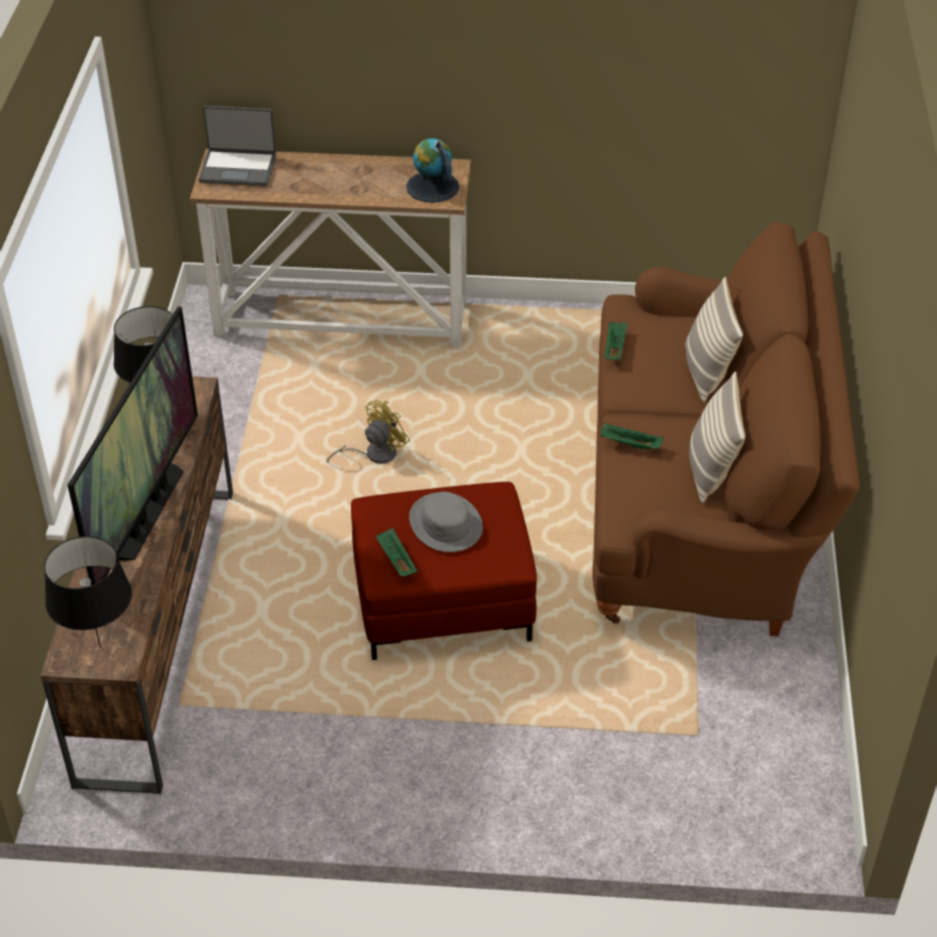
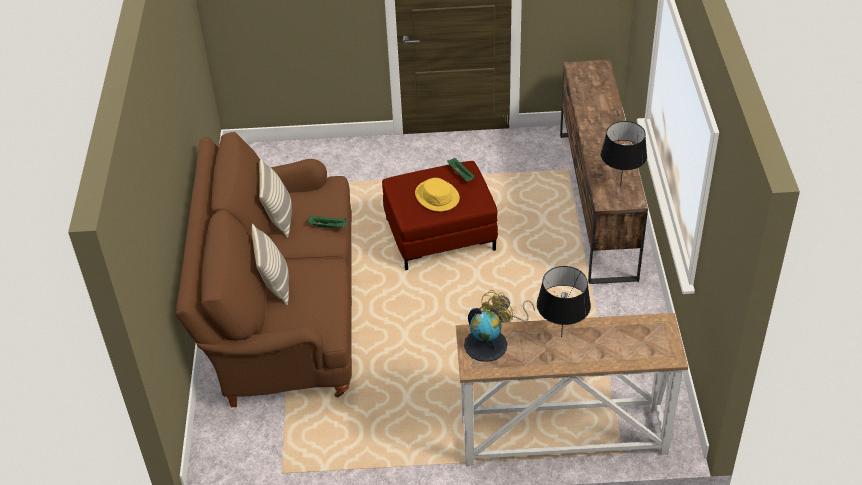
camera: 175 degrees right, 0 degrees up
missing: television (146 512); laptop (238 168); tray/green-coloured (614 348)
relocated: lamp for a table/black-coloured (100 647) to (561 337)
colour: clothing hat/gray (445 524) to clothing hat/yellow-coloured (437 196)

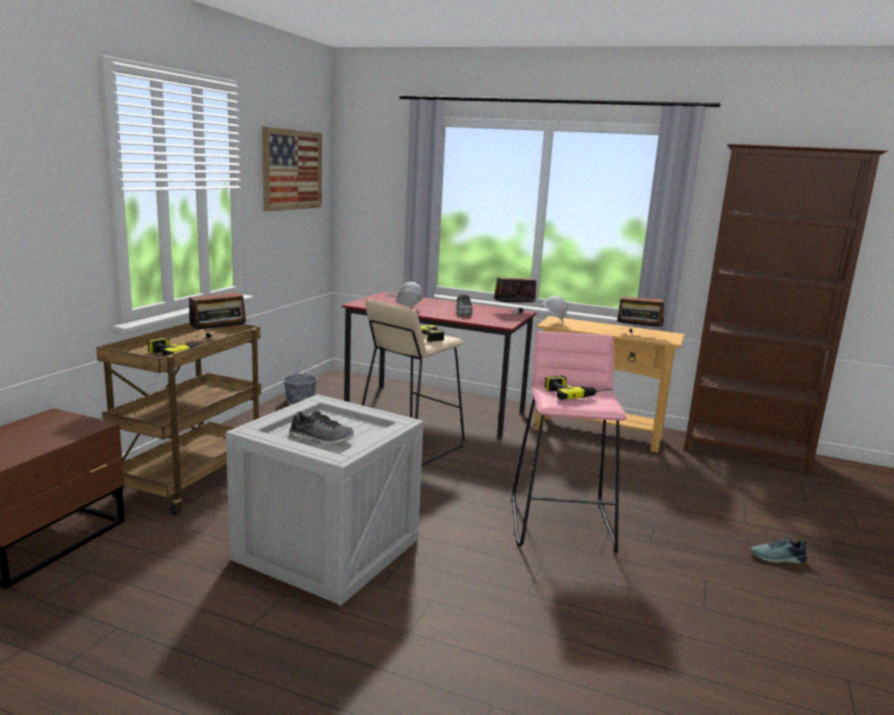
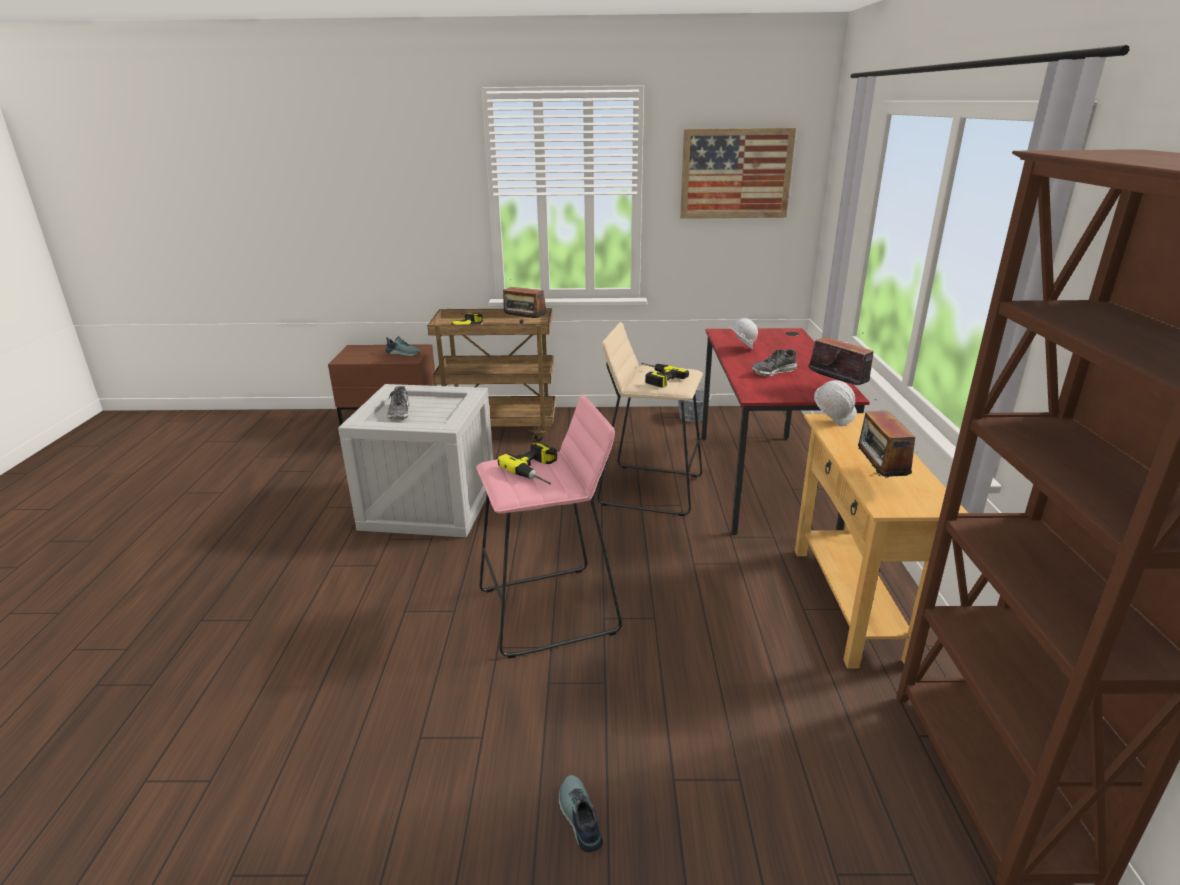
camera: 70 degrees right, 10 degrees up
appeared: low shoe (404 353)

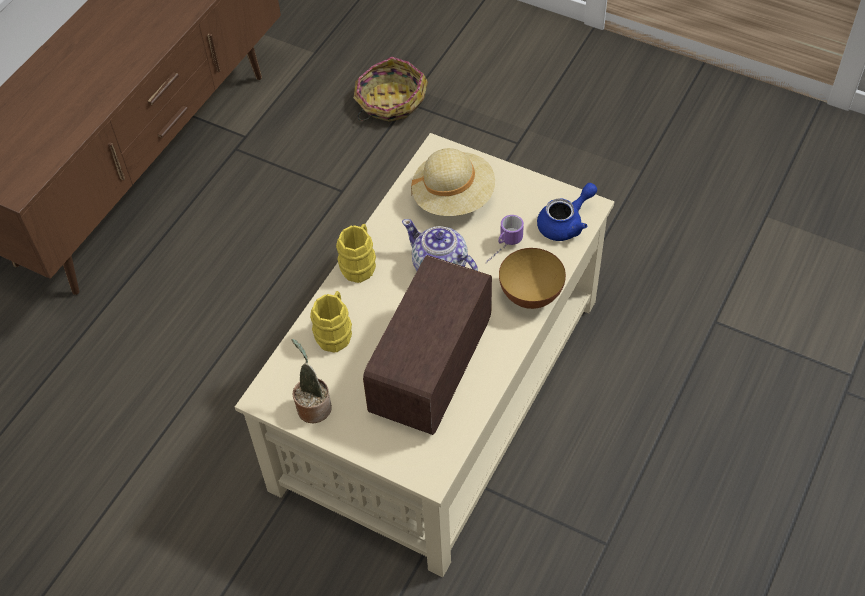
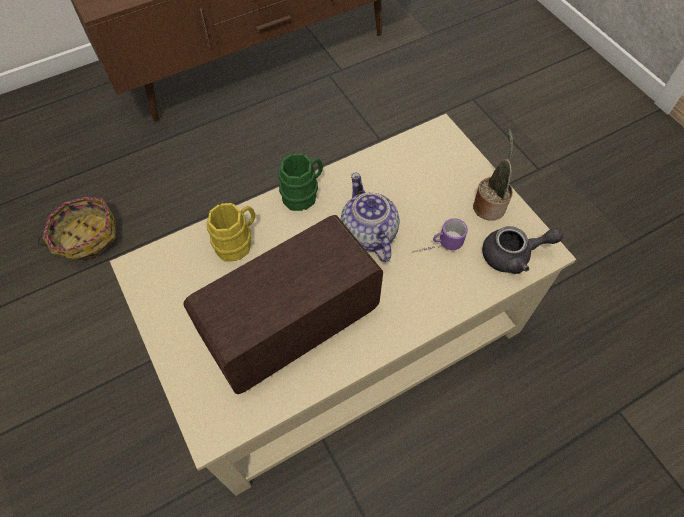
camera: 30 degrees right, 5 degrees up
missing: clothing hat/beige-coloured (453 197); serving bowl (530 296)
relocated: plant in a pot (313 406) to (489 205); storage basket (389 101) to (85 236)
colour: tea mug/yellow-coloured (359 263) to tea mug/green-coloured (303 193); tea pot/blue-coloured (565 223) to tea pot/gray (513 255)

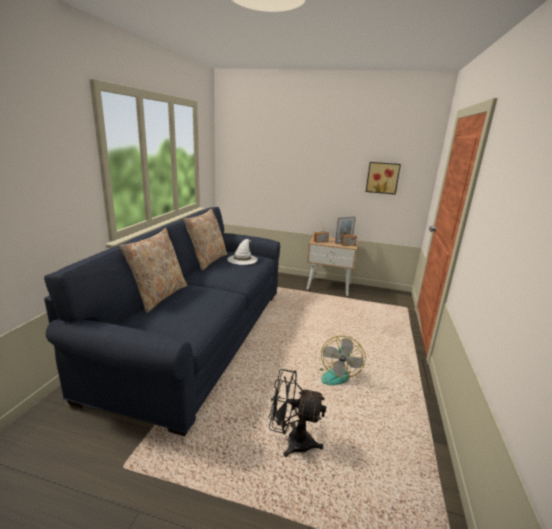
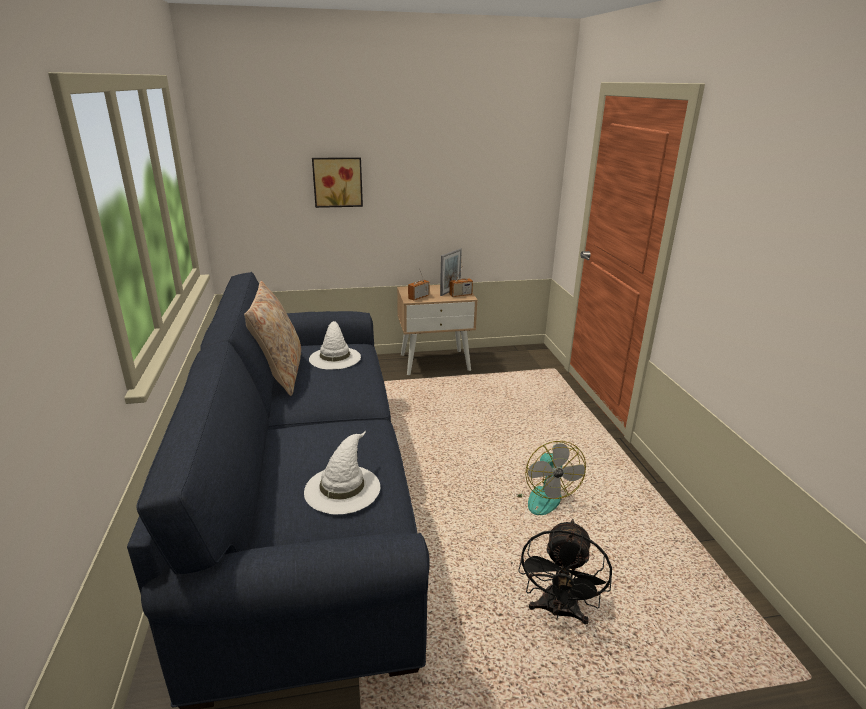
camera: 25 degrees left, 5 degrees up
missing: cushion/beige-coloured (159 296)
appeared: clothing hat/white (342 488)
relocated: wall picture (382 178) to (337 182)
spun: electric fan/black-coloured (292 441) = (558 612) 60 degrees counterclockwise

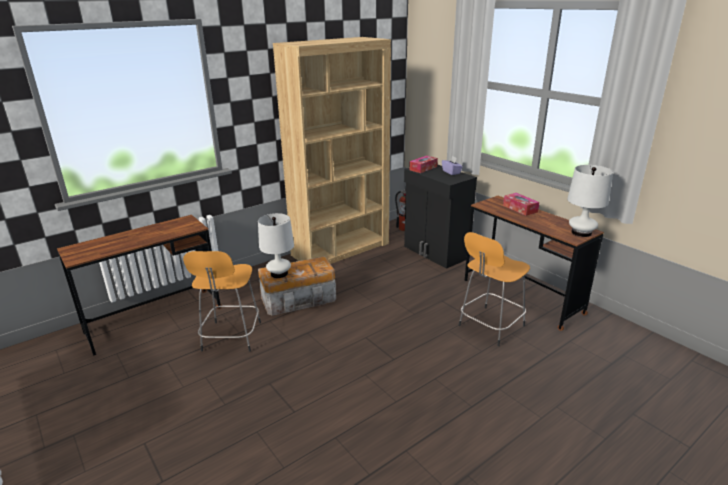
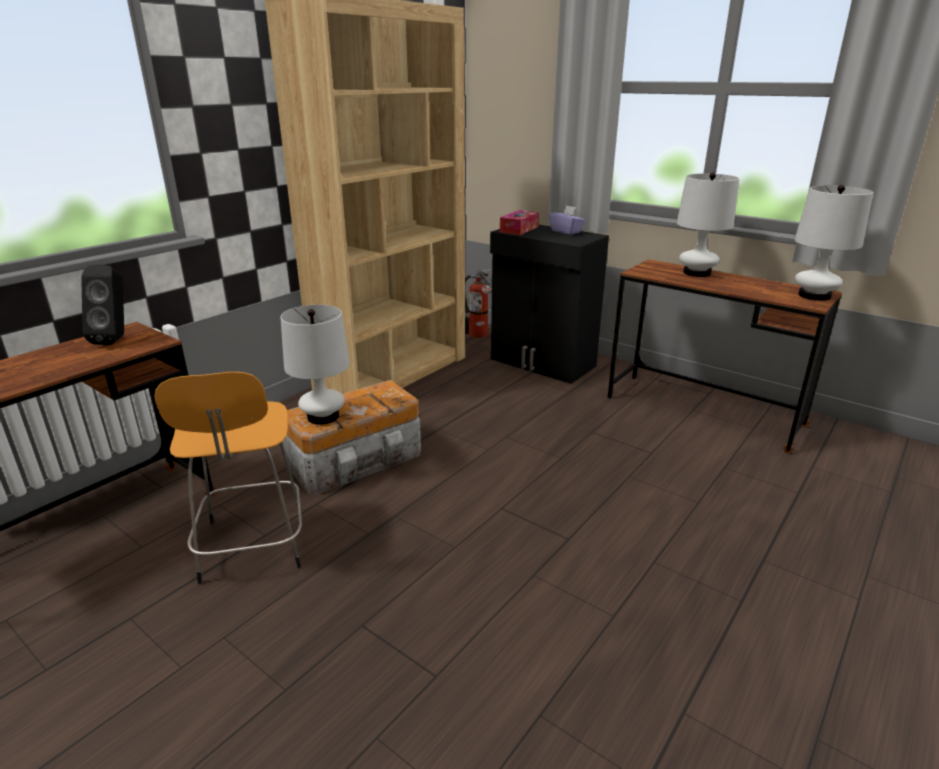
camera: 15 degrees left, 0 degrees up
missing: stool/orange-coloured (490 326)
appeared: speaker/black-coloured (116 339)
exchanged: tissue holder (520 208) to lamp for a table/white (697 273)

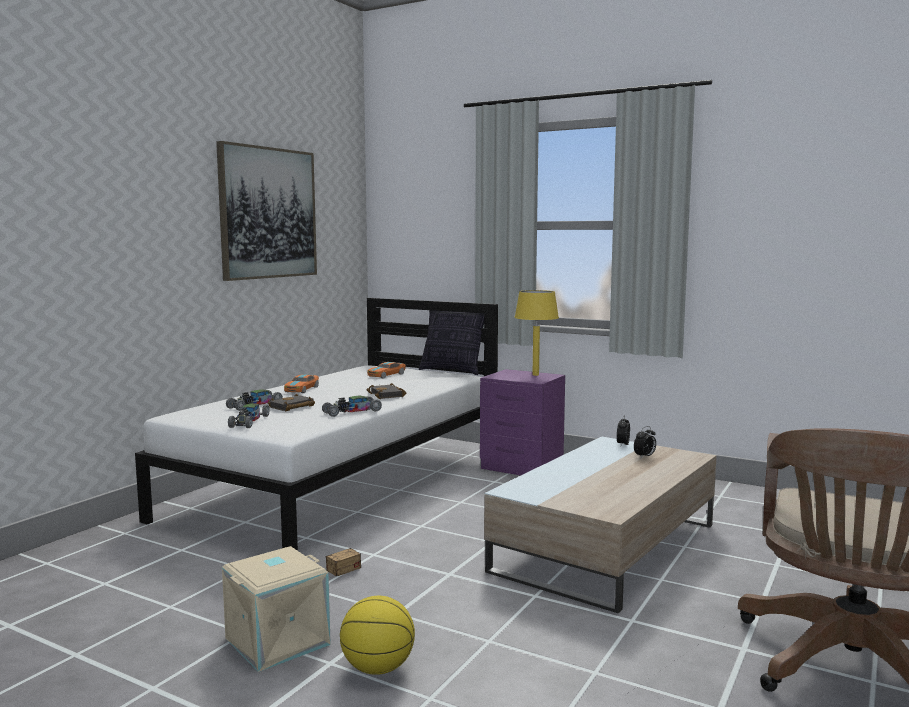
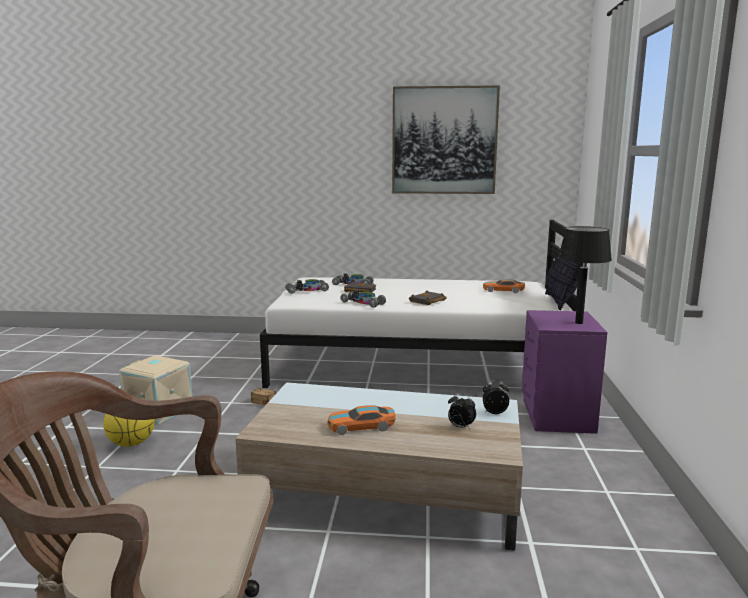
camera: 65 degrees right, 5 degrees up
relocated: toy car (302 389) to (361 426)
colour: lamp for a table/yellow-coloured (535 375) to lamp for a table/black-coloured (578 323)

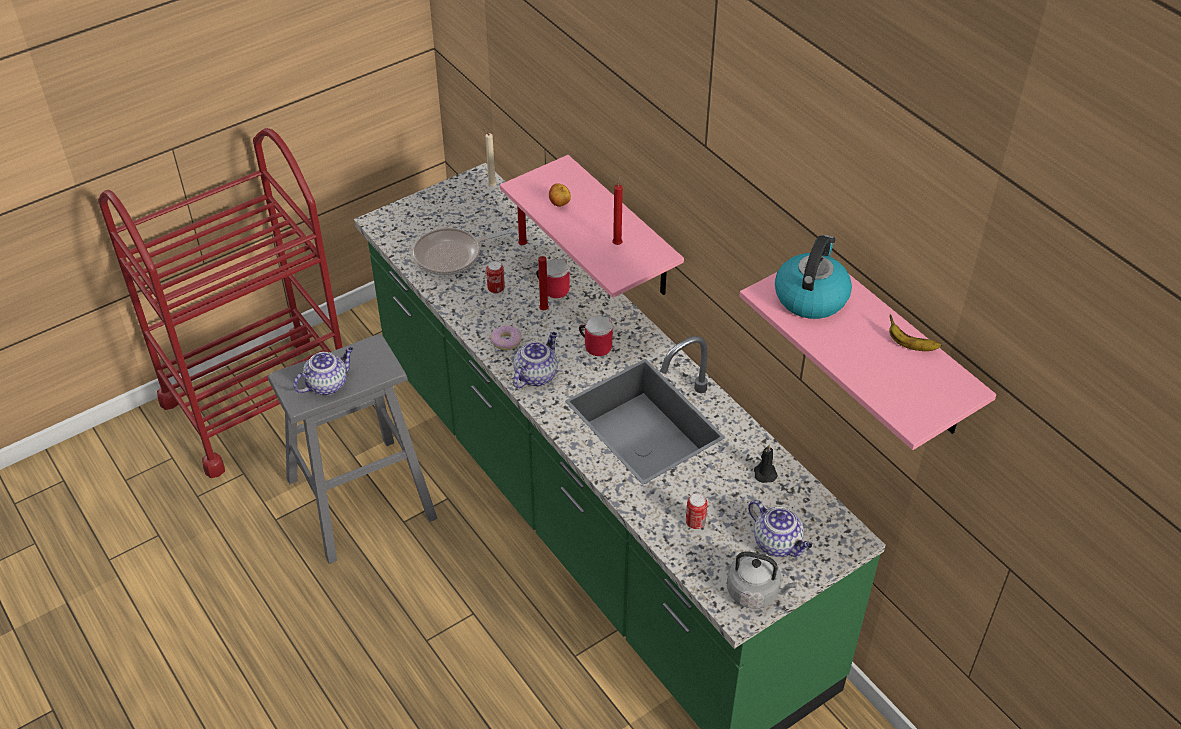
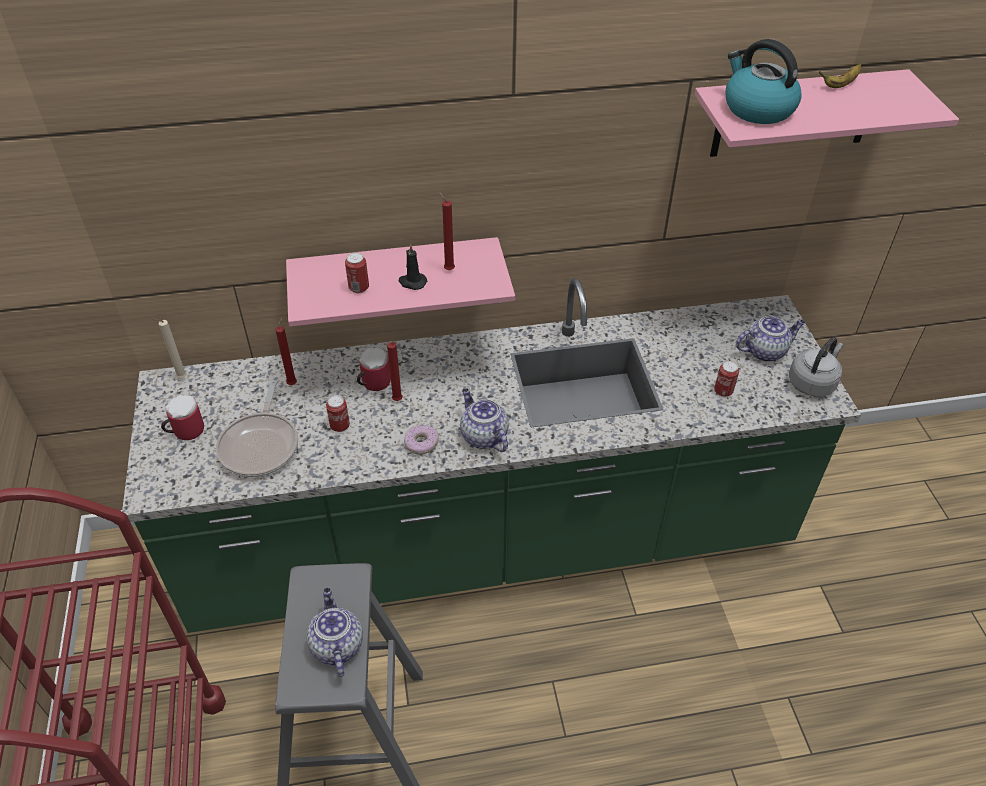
camera: 65 degrees left, 0 degrees up
relocated: tea mug (595 345) to (184 431); wax candle/black-coloured (764 472) to (412 282)
exchanged: apple (560 204) to metal can (359 288)

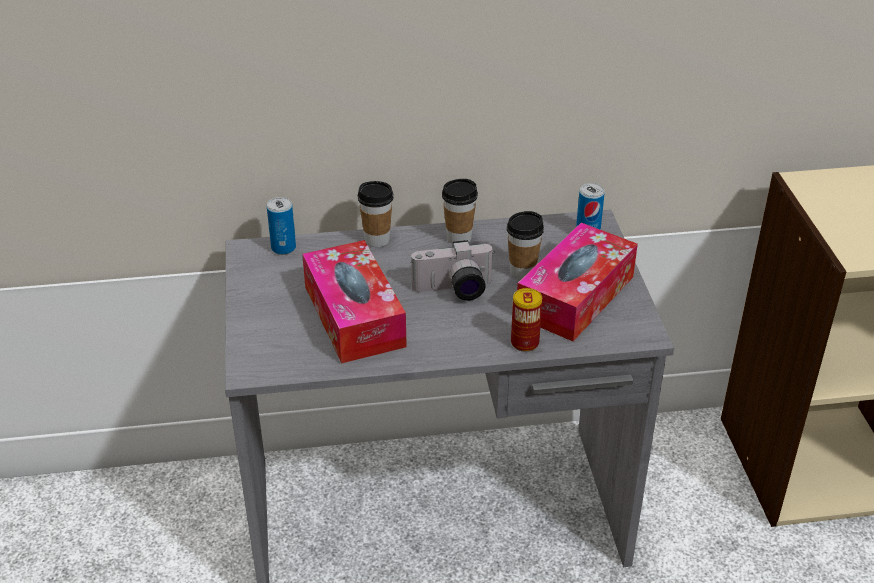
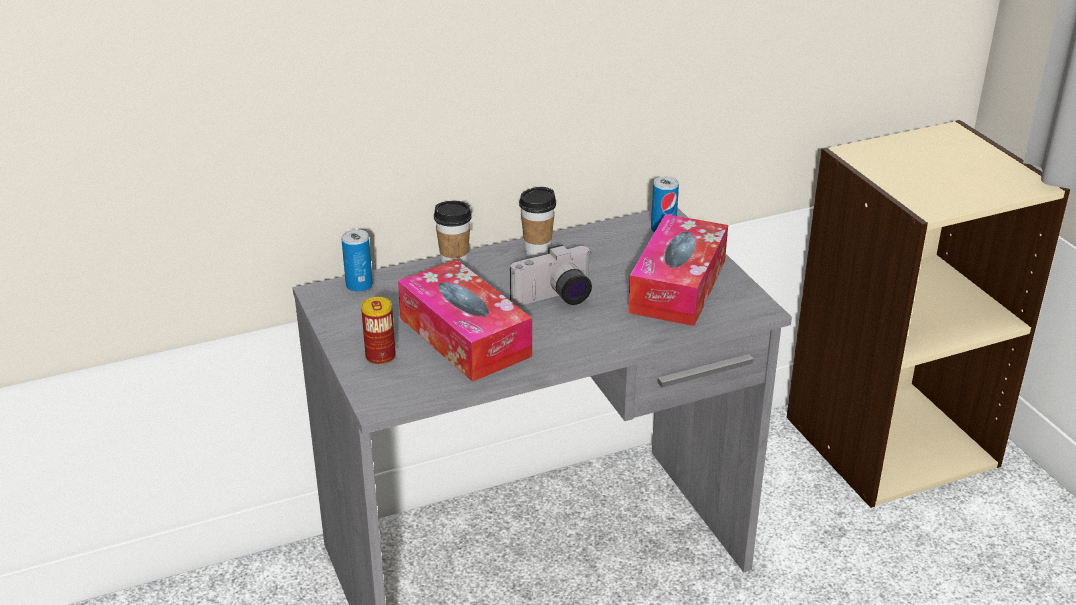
camera: 15 degrees left, 5 degrees down
missing: small cup (522 272)
relocated: metal can (524 343) to (380 357)

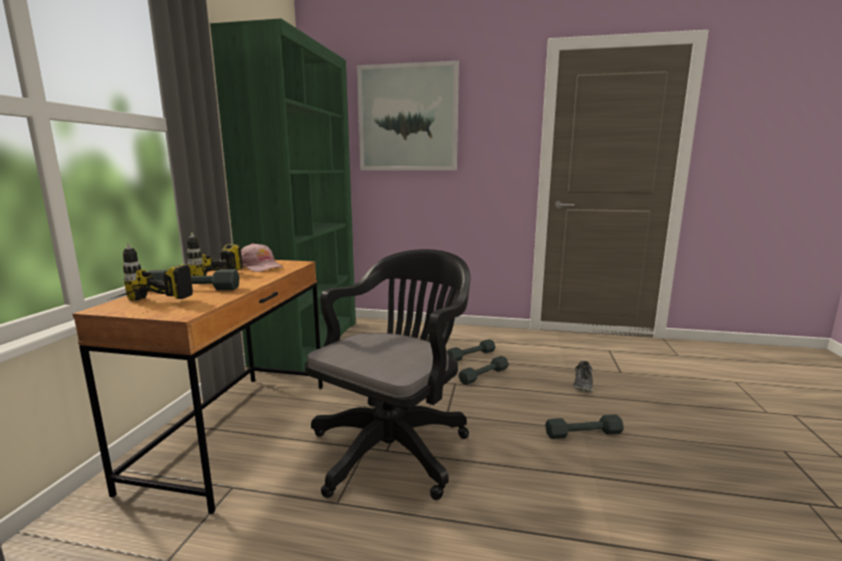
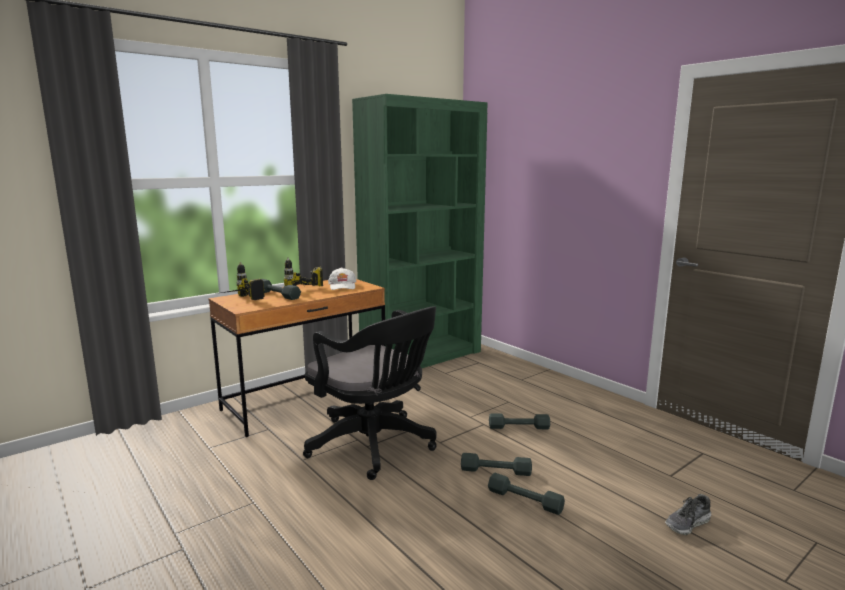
camera: 40 degrees right, 0 degrees up
missing: wall picture (407 118)
relocated: free weight/gray (471 355) to (495 470); low shoe (583 384) to (687 523)
colour: peaked cap/pinkish (260 267) to peaked cap/white (342 286)
spun: desk chair/black-coloured (395 446) = (375 446) 60 degrees clockwise

